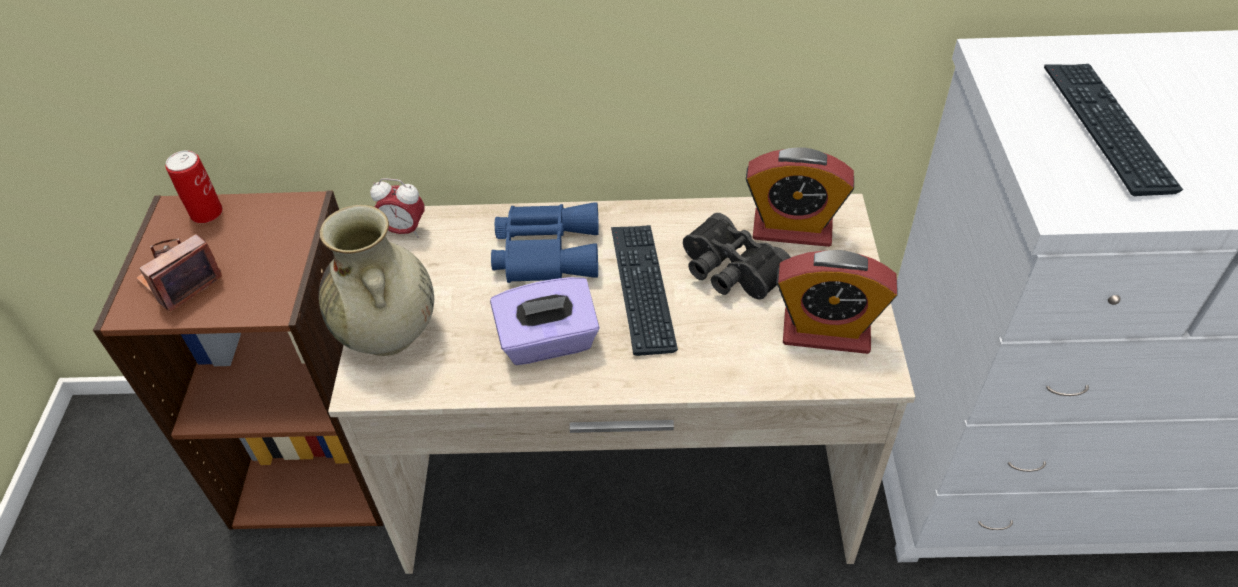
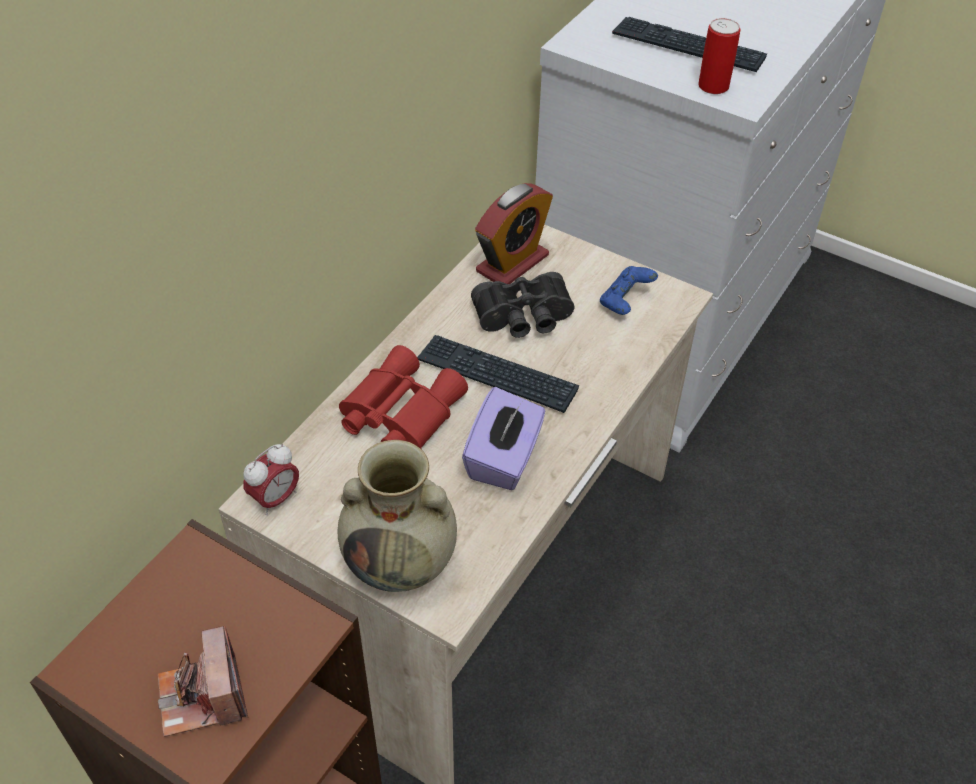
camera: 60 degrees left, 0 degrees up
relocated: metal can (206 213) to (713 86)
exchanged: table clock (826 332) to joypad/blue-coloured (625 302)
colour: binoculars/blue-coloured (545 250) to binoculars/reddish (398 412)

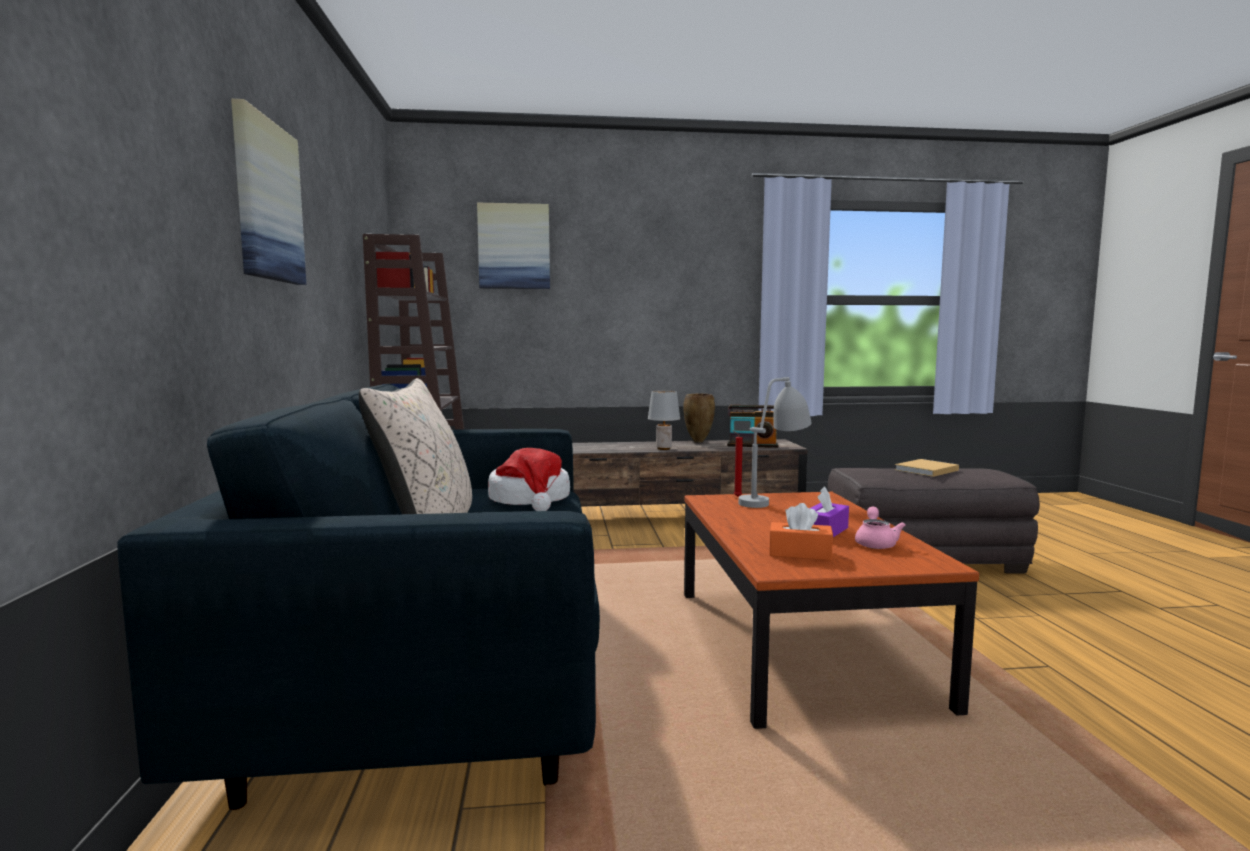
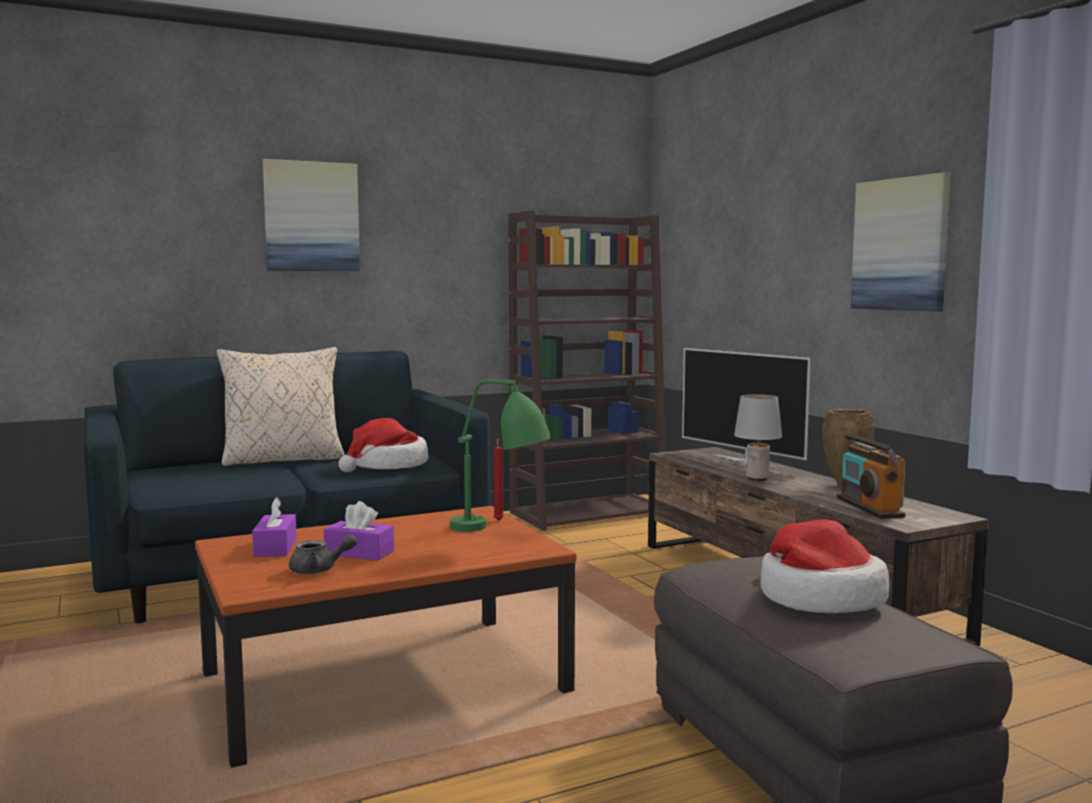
camera: 70 degrees right, 0 degrees up
appeared: television (744 460)
relocated: wall picture (514 246) to (901 244)
exchanged: bound book/beige-coloured (925 470) to clothing hat (818 598)
colour: lamp for a table/gray (775 499) to lamp for a table/green-coloured (502 532); tissue holder/orange-coloured (800 553) to tissue holder/purplish (275 547); tea pot/pinkish (875 543) to tea pot/gray (319 570)

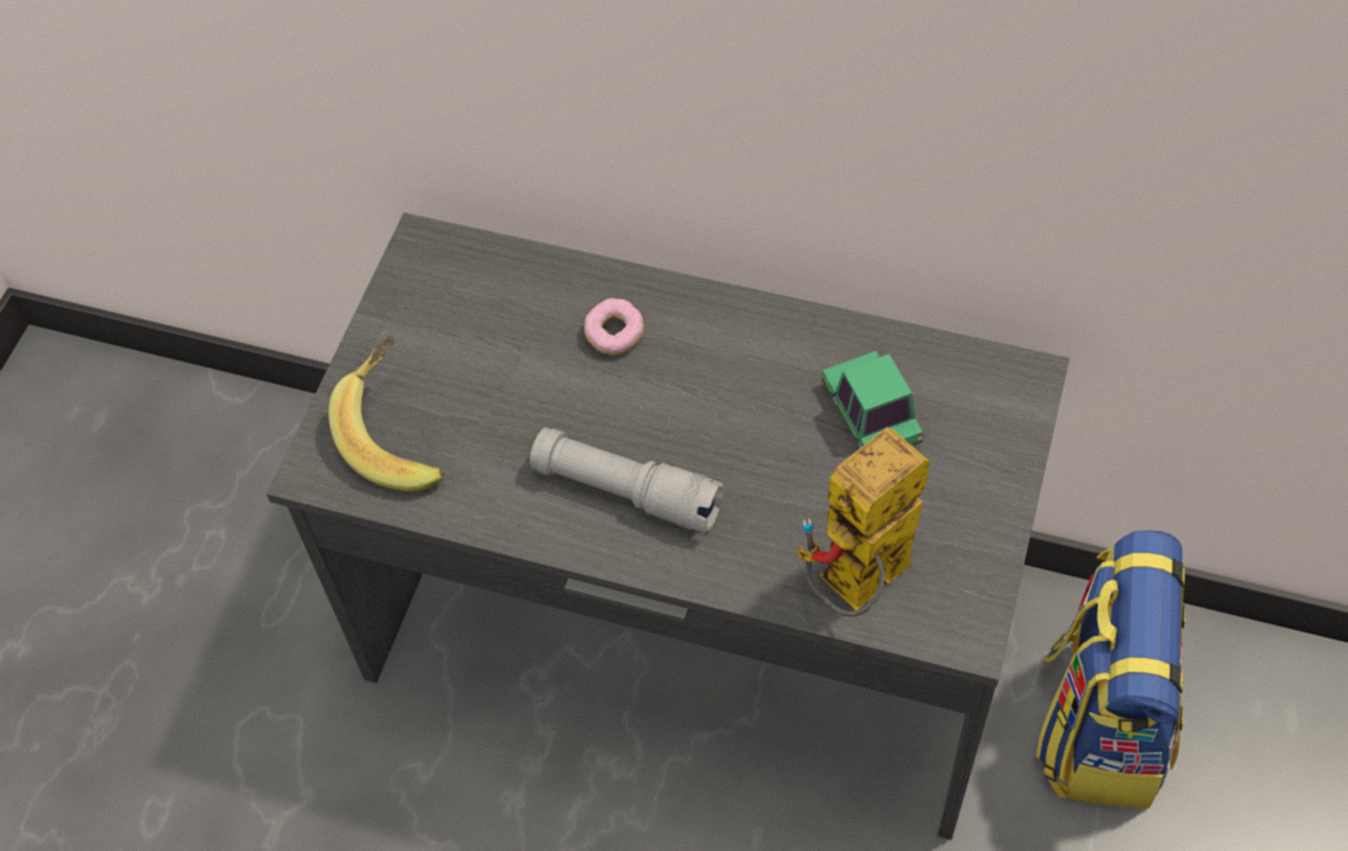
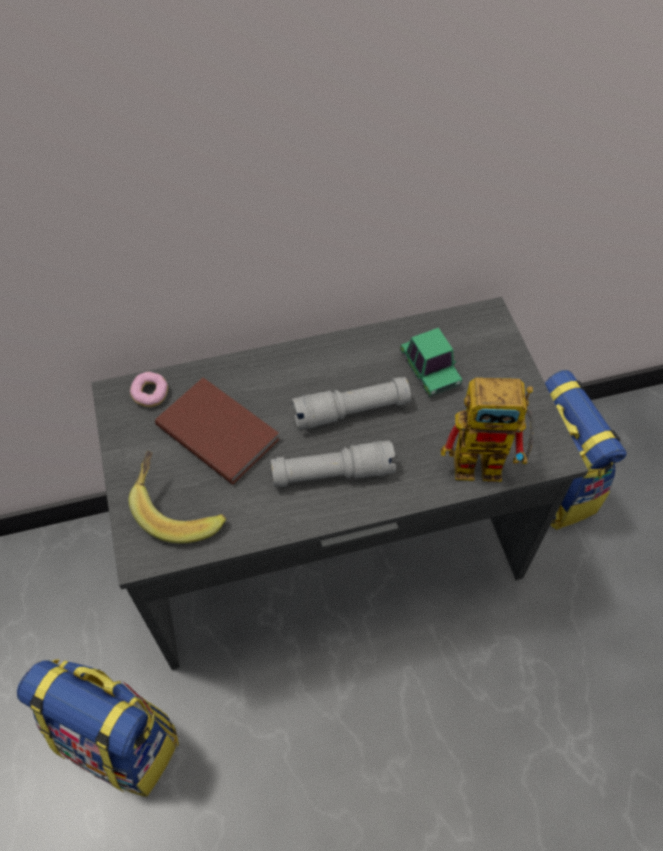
camera: 35 degrees left, 0 degrees up
appeared: knapsack (121 741); bound book/brownish (218 430); torch/gray (351 411)
relocated: doughnut (614 335) to (150 394)
spun: robot figure (857 589) = (489 462) 105 degrees counterclockwise; toy car (871 415) = (429 370) 150 degrees counterclockwise

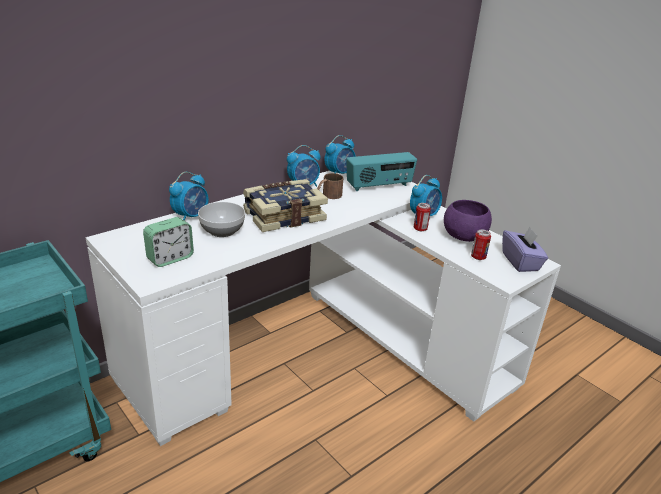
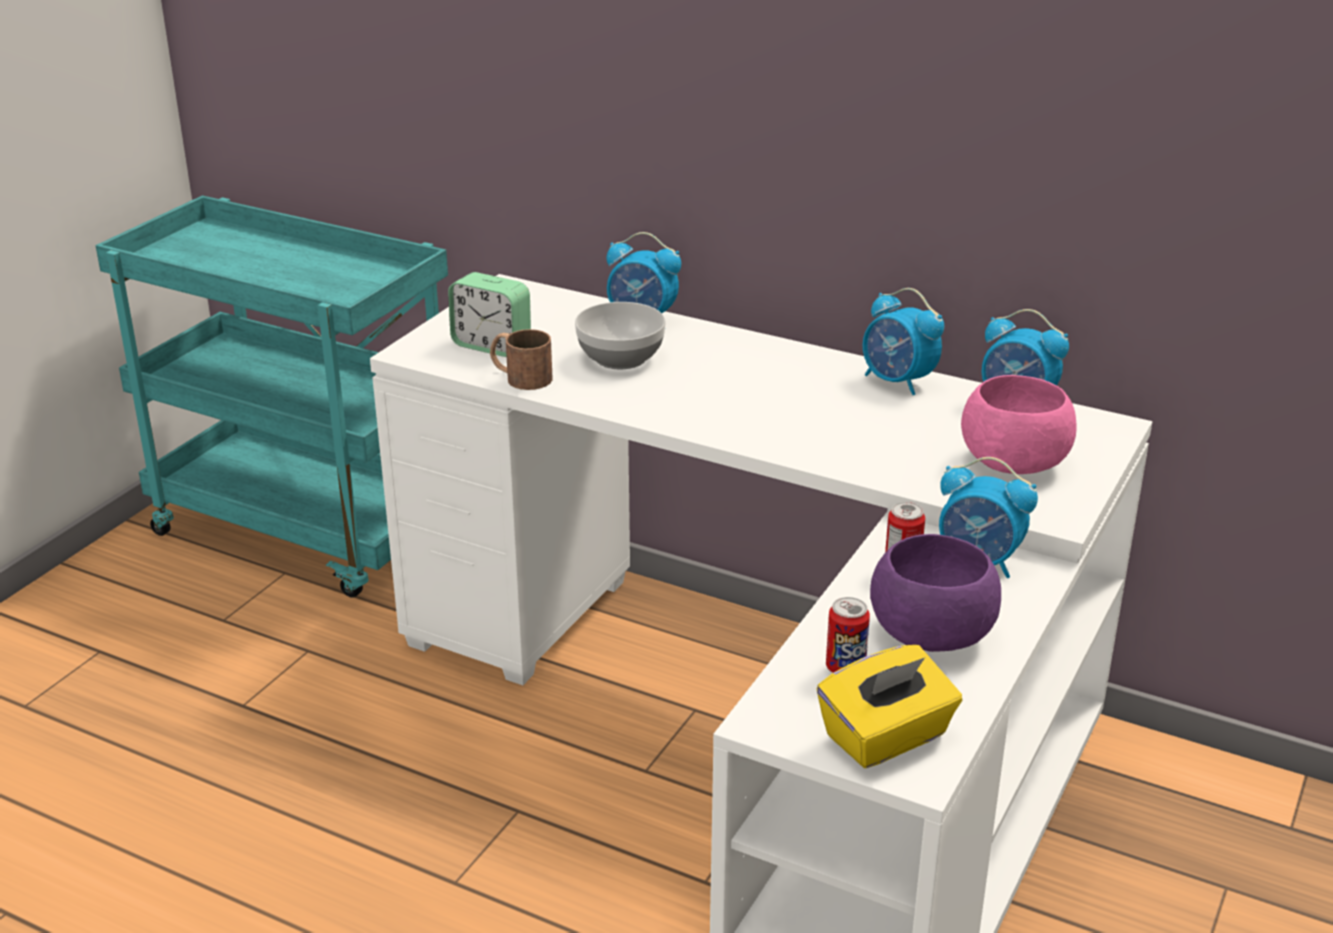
camera: 70 degrees right, 0 degrees up
missing: bound book (283 215)
relocated: tea mug/brownish (328 196) to (520 376)
exchanged: radio (379 186) to serving bowl/pinkish (1016 463)
colour: tissue holder/purplish (520 262) to tissue holder/yellow-coloured (886 737)

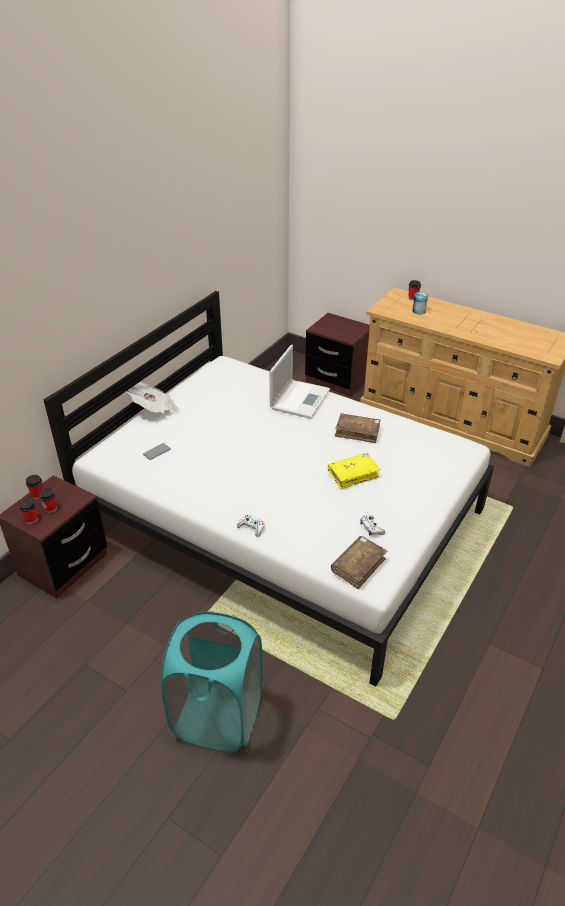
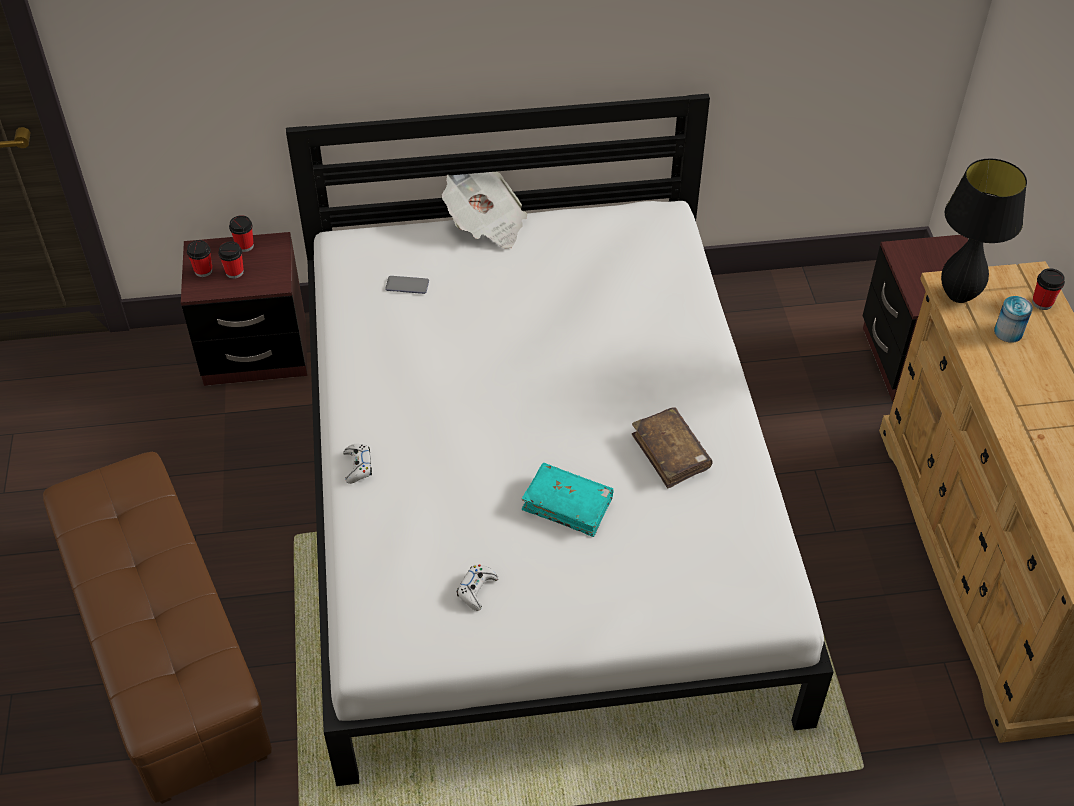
camera: 50 degrees right, 10 degrees up
missing: laptop (300 398); bound book/brownish (358 566)
appeared: lamp for a table/black-coloured (958 295)
exchanged: washing basket/turquoise (217 717) to pouffe/brownish (165 651)
colour: bound book/yellow-coloured (353 475) to bound book/turquoise (568 505)

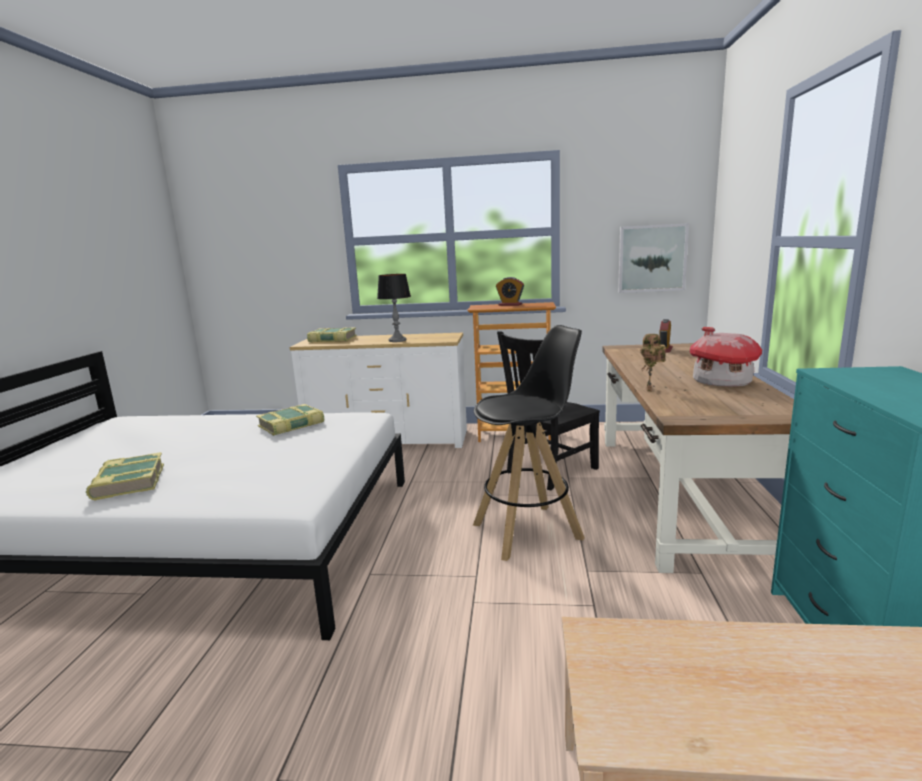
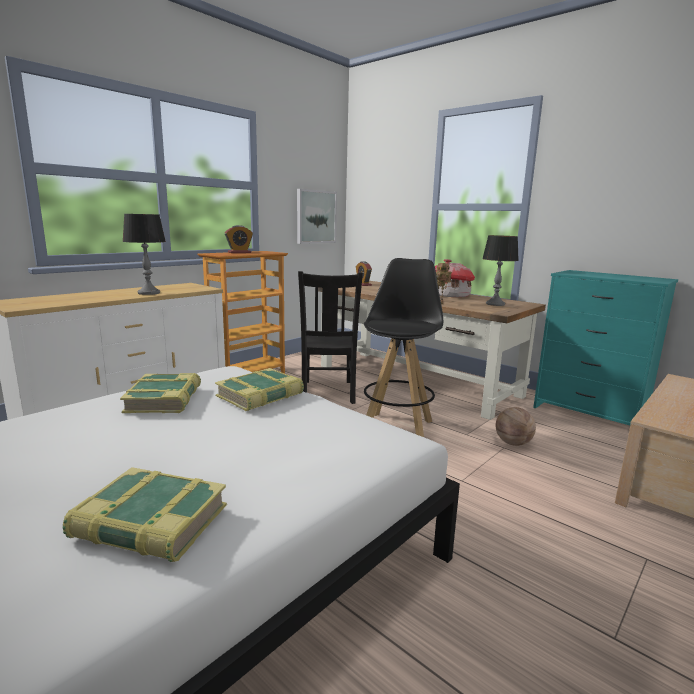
camera: 55 degrees left, 0 degrees up
appeared: lamp for a table (495 304); basketball (513 443)
relocated: bound book (332 339) to (260 396)

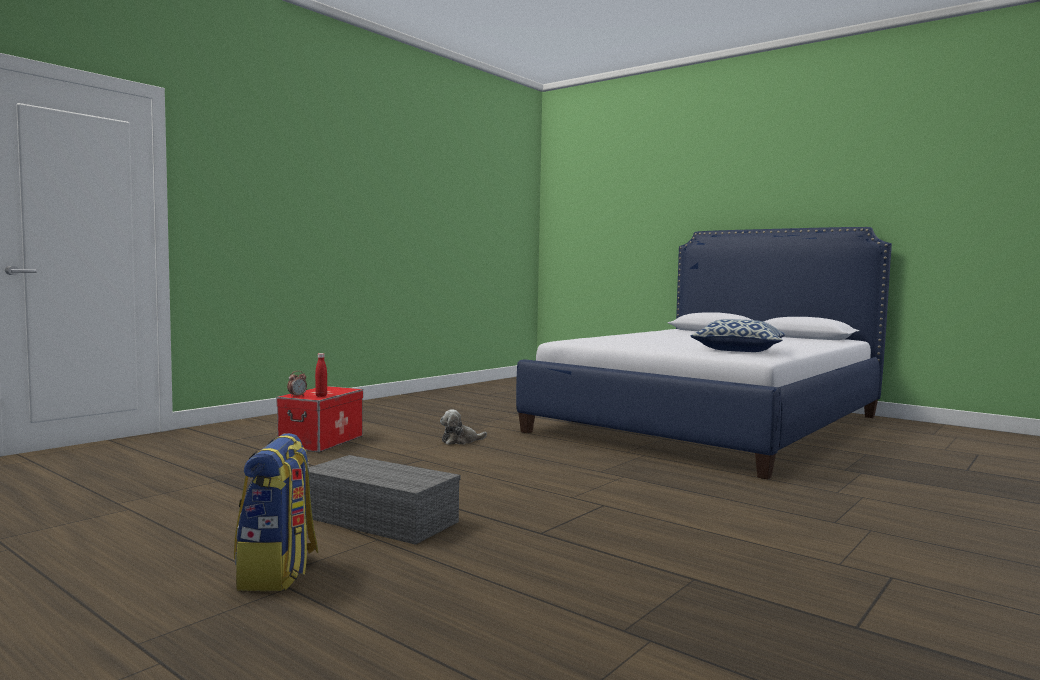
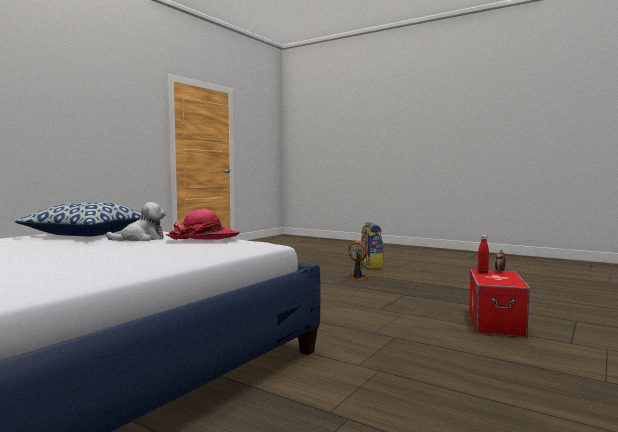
camera: 175 degrees right, 0 degrees up
appeared: clothing hat (203 237)
relocated: soft toy (460 441) to (141 239)
exchanged: storage bin/gray (382 519) to electric fan (357 278)

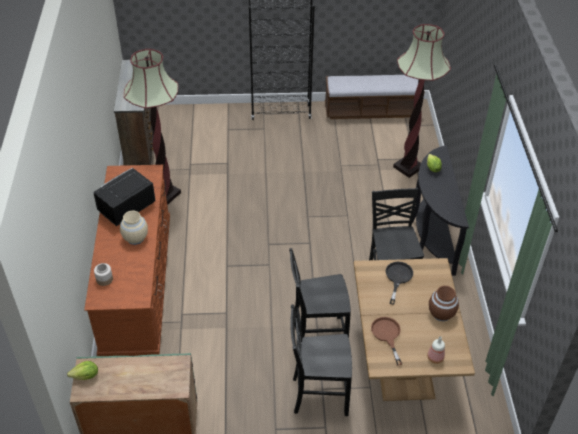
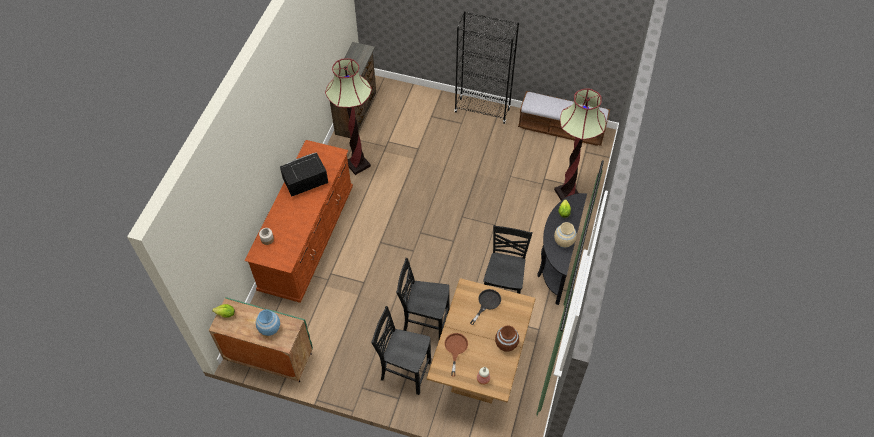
camera: 20 degrees right, 10 degrees up
appeared: vase/blue-coloured (269 328)
relocated: vase/beige-coloured (135 238) to (563 242)

